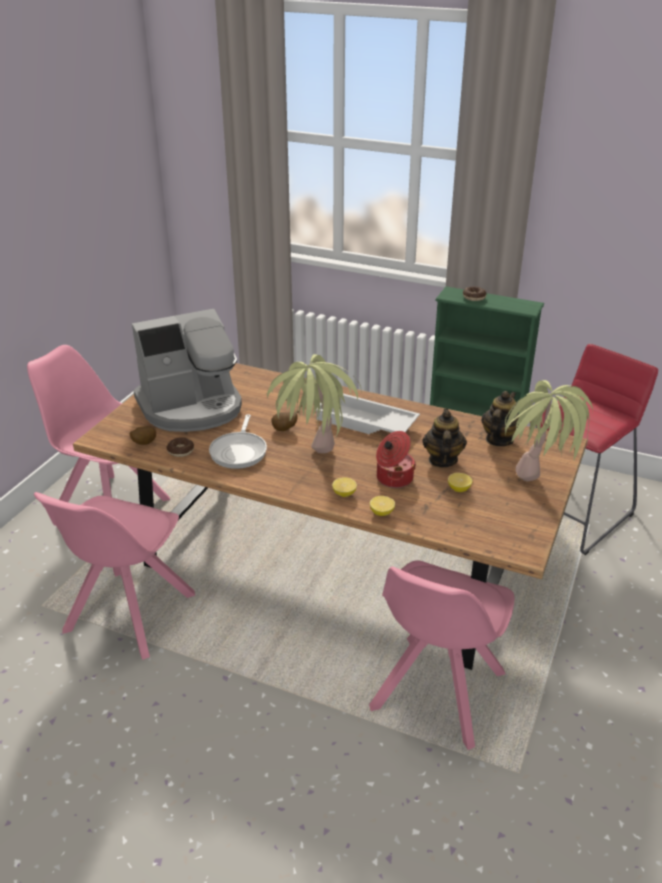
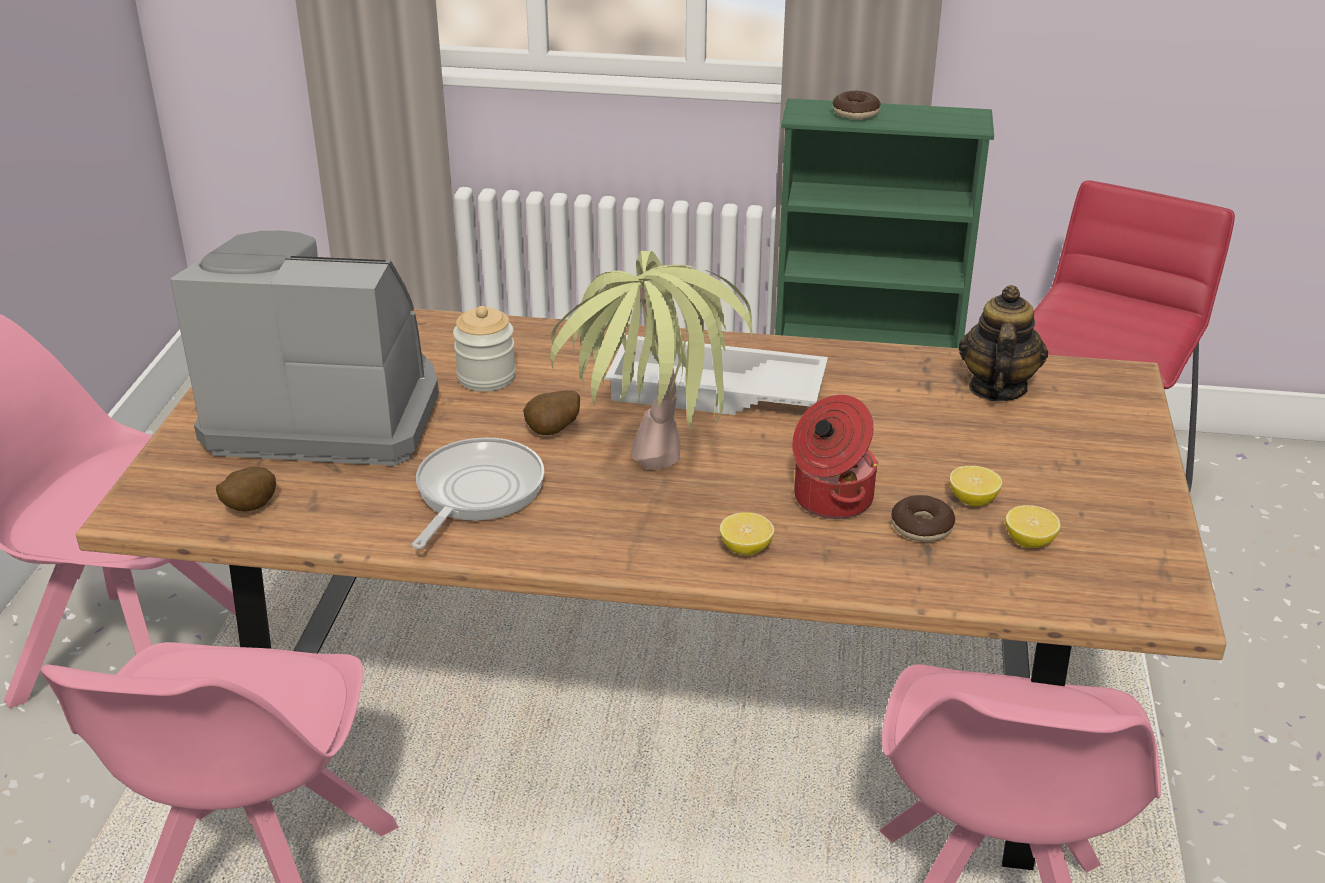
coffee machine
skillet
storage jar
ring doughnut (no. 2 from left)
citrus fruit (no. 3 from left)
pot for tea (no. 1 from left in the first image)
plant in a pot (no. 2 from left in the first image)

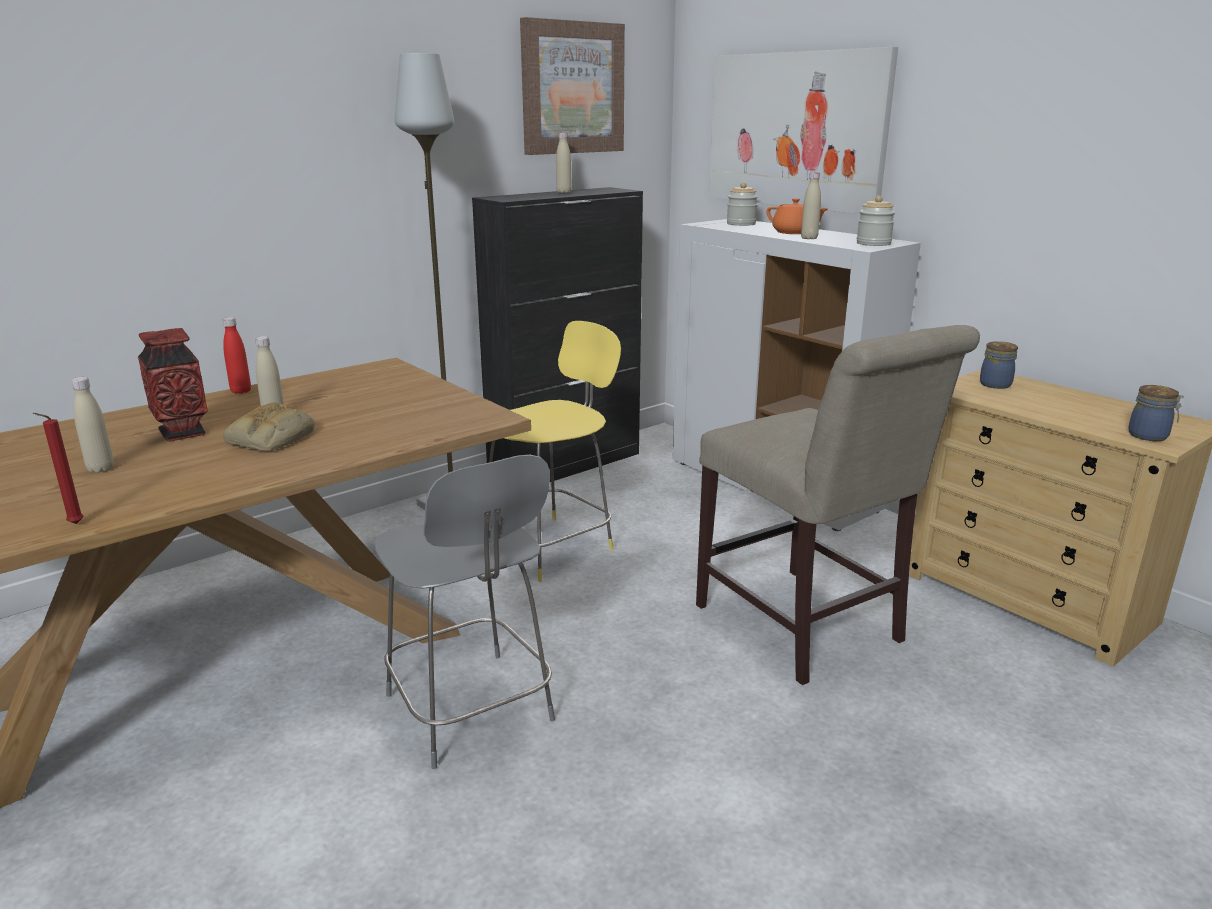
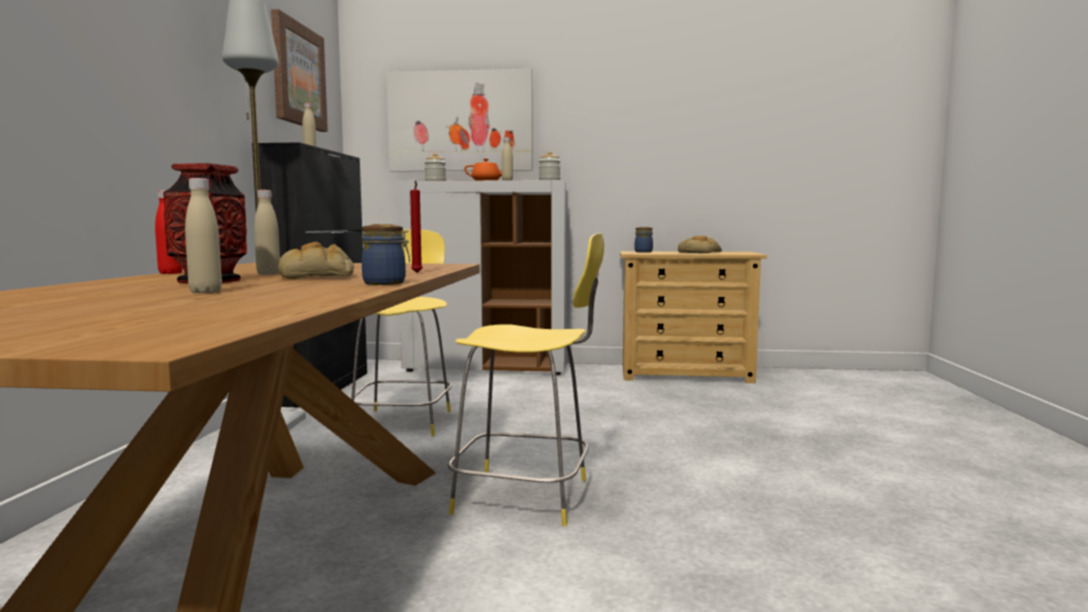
storage jar (no. 1 from left)
red candle
yellow-coloured stool seat (no. 2 from left)
baked bread (no. 2 from left)
beige-coloured plain chair

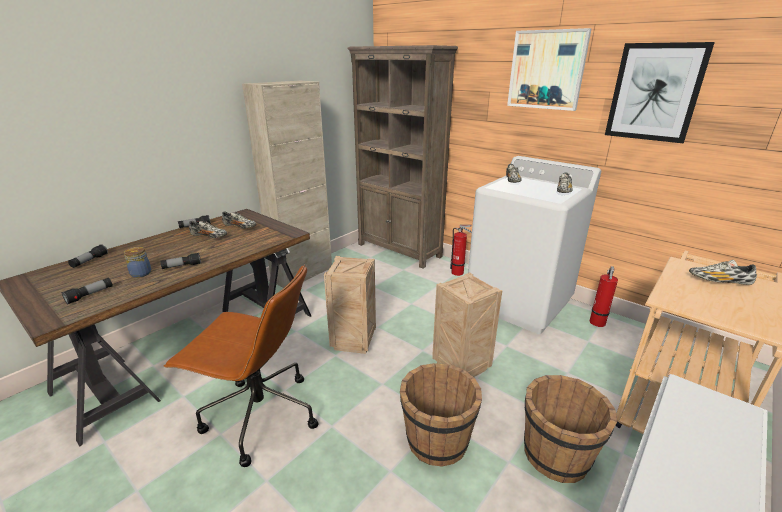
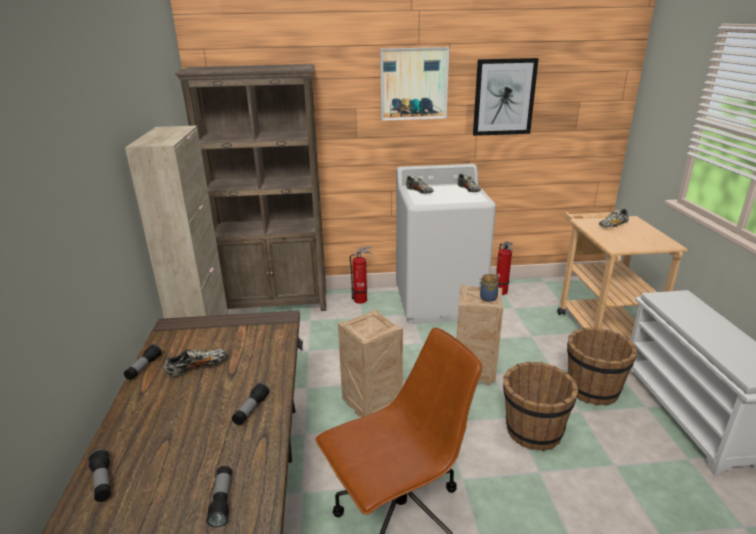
storage jar
item of footwear (no. 2 from left in the first image)

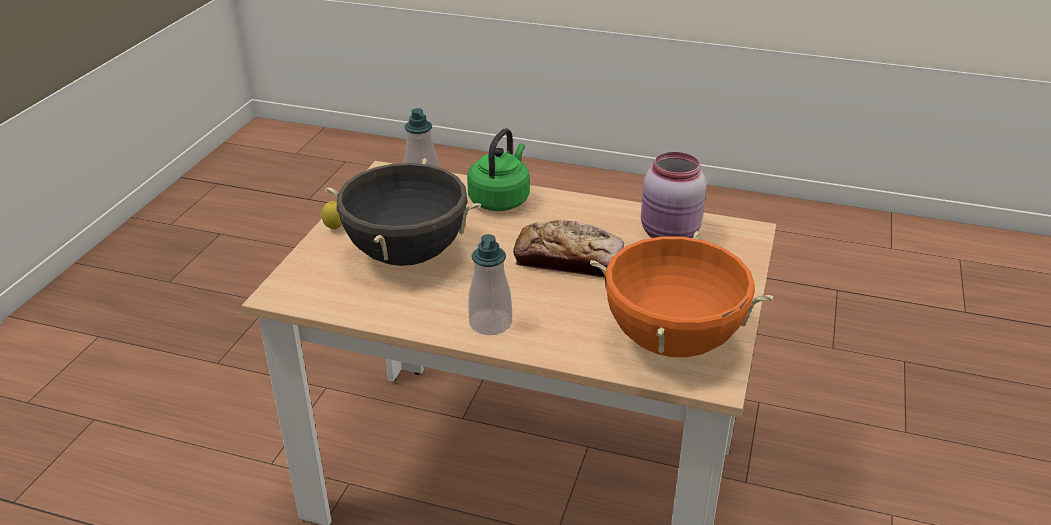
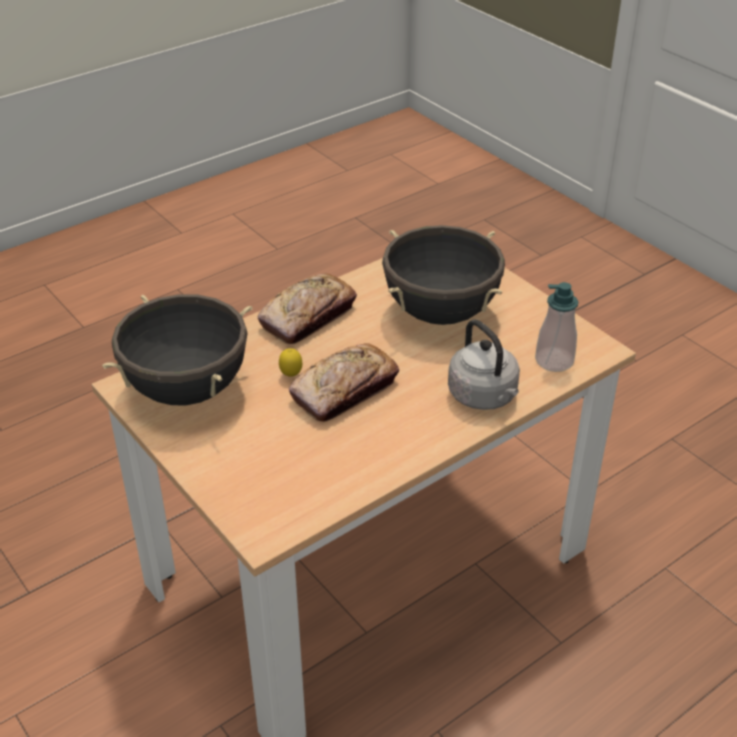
blackish stockpot (no. 1 from left)
baked bread (no. 1 from left)
citrus fruit
greyish kettle
pinkish storage jar

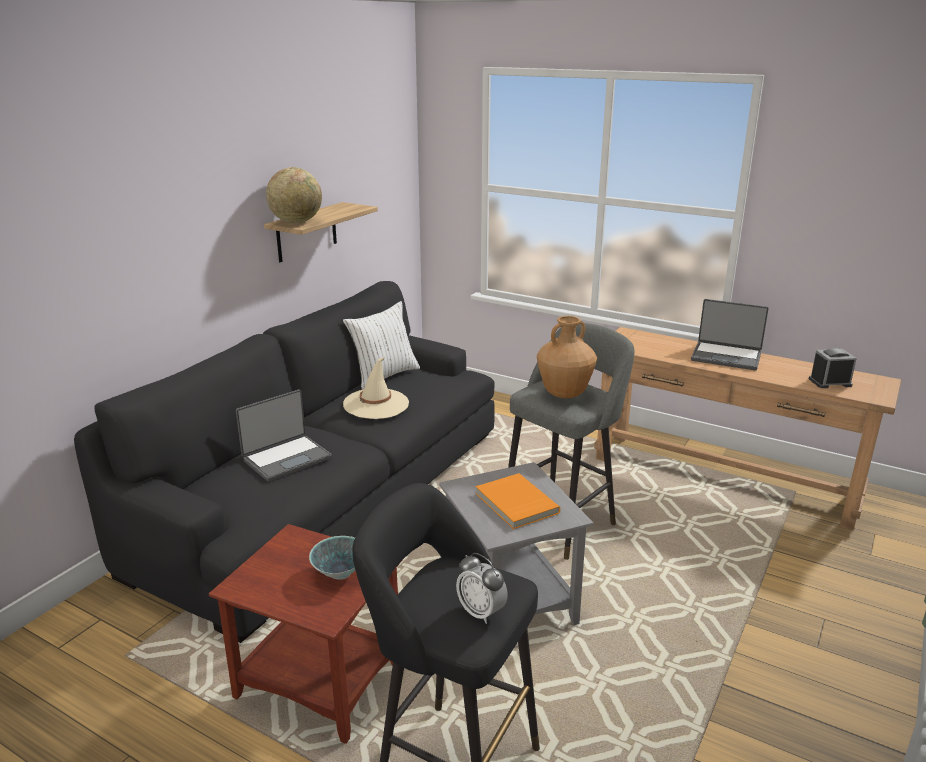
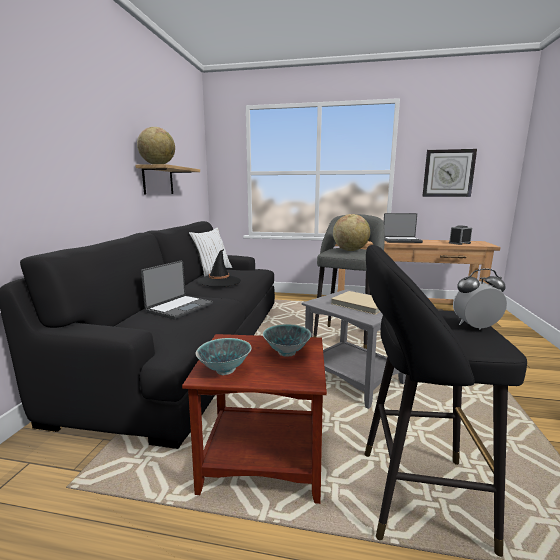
serving bowl (no. 1 from left)
blackish wearable hat
beige-coloured bound book
globe (no. 2 from left)
hanging clock
bedside clock (no. 2 from left)

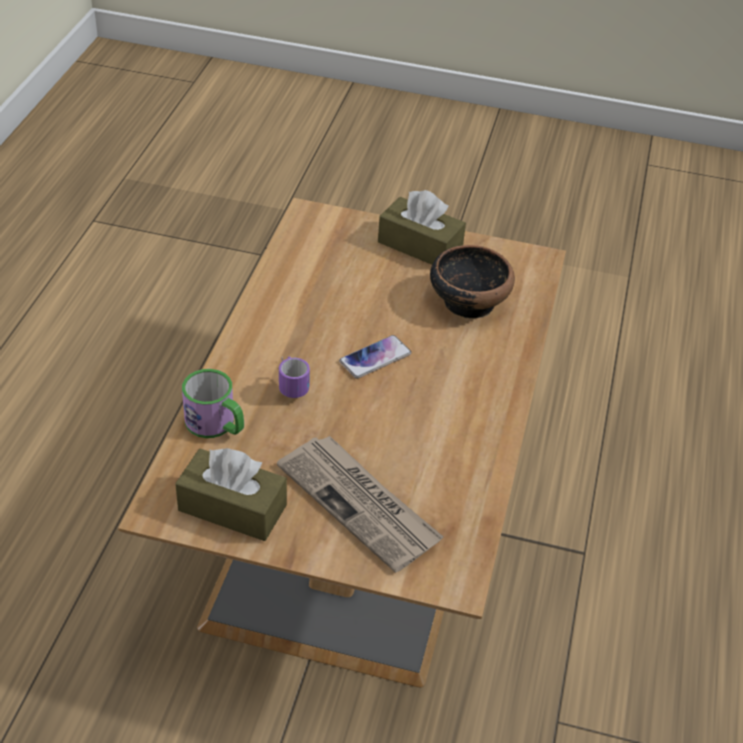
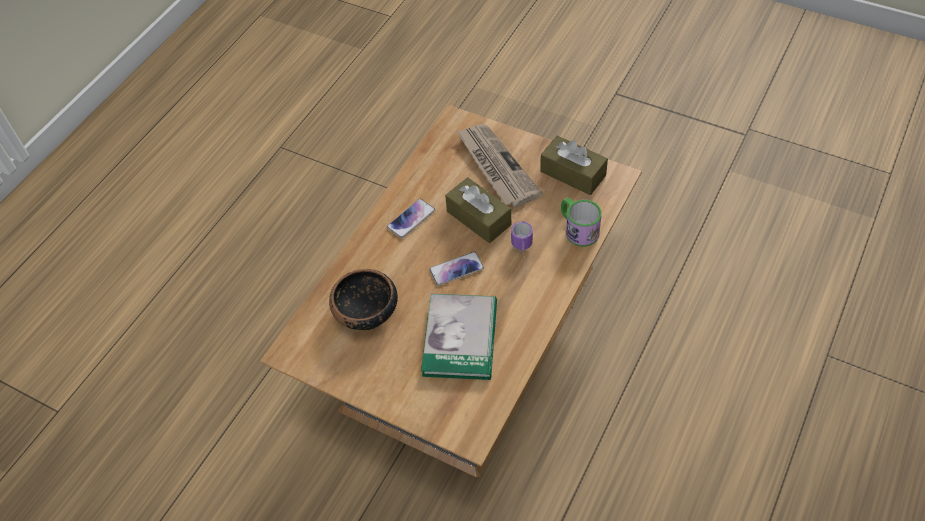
phone (no. 1 from left)
bound book
brownish tissue box (no. 1 from left)

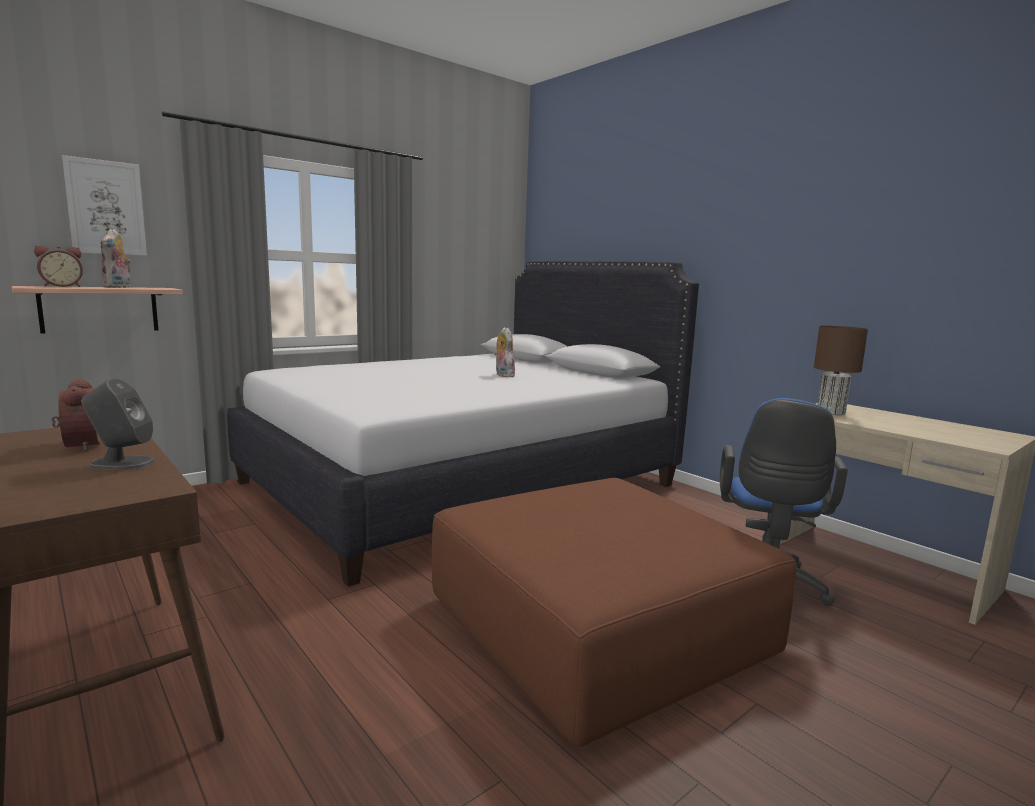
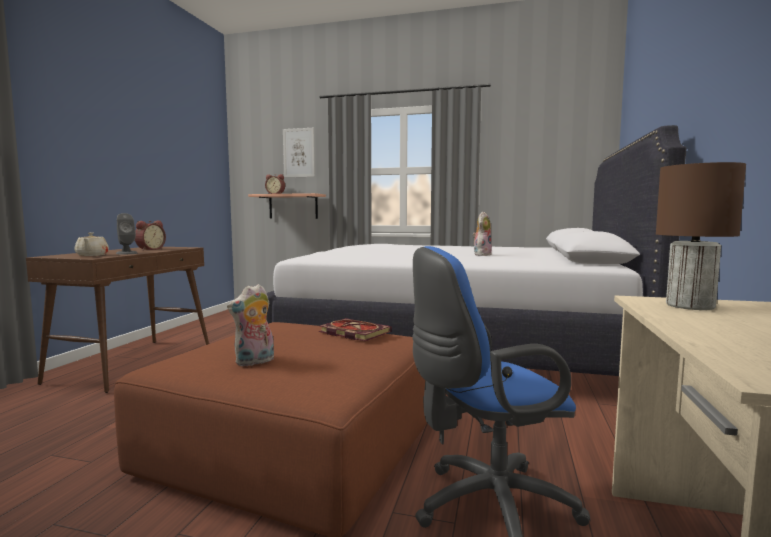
beige-coloured pot for tea
plush toy (no. 1 from left)
bound book

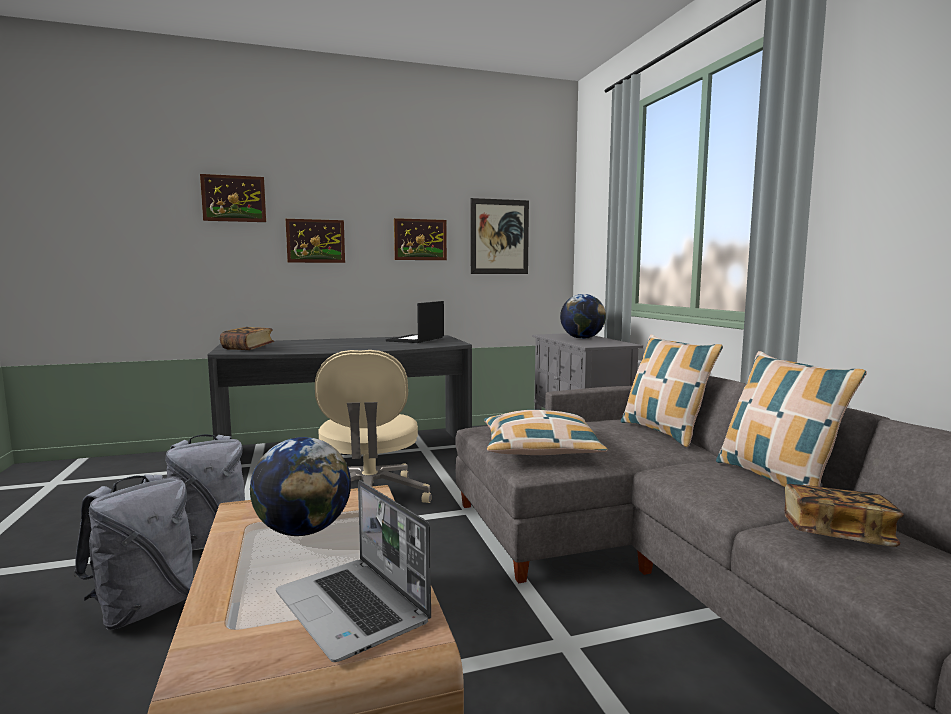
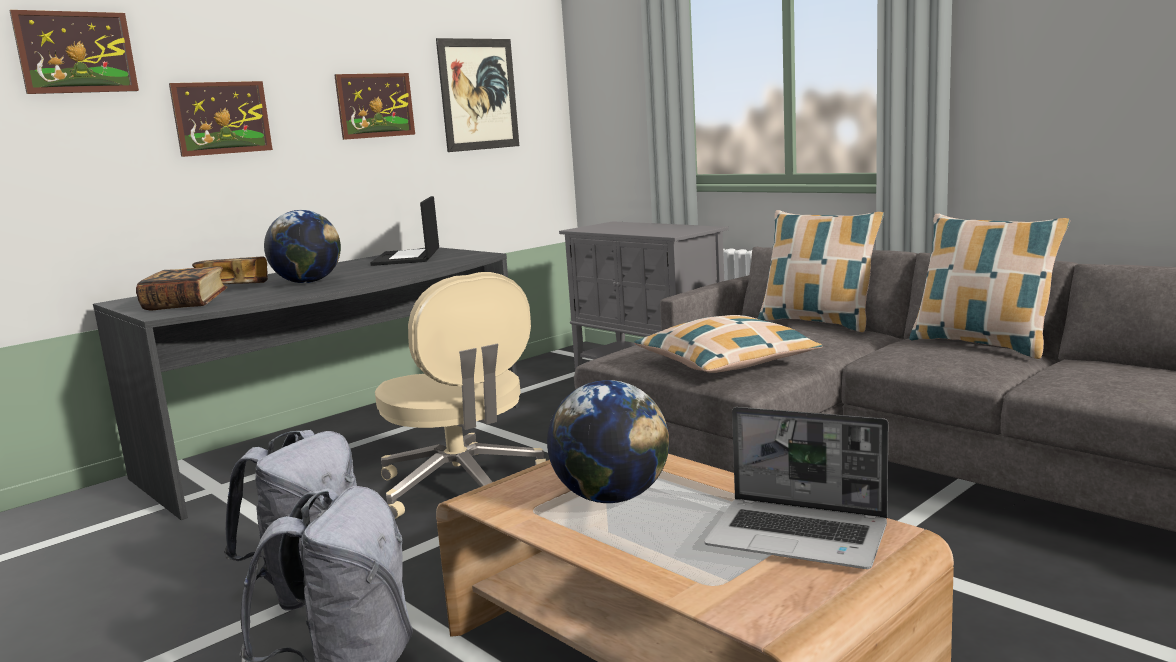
bound book (no. 2 from left)
globe (no. 1 from left)

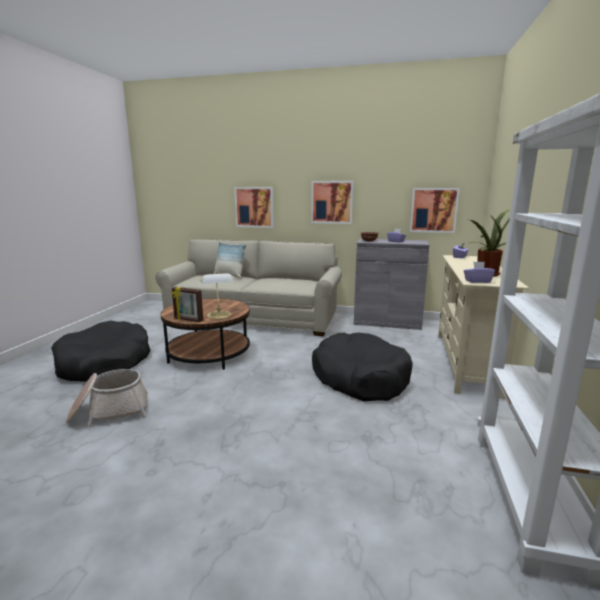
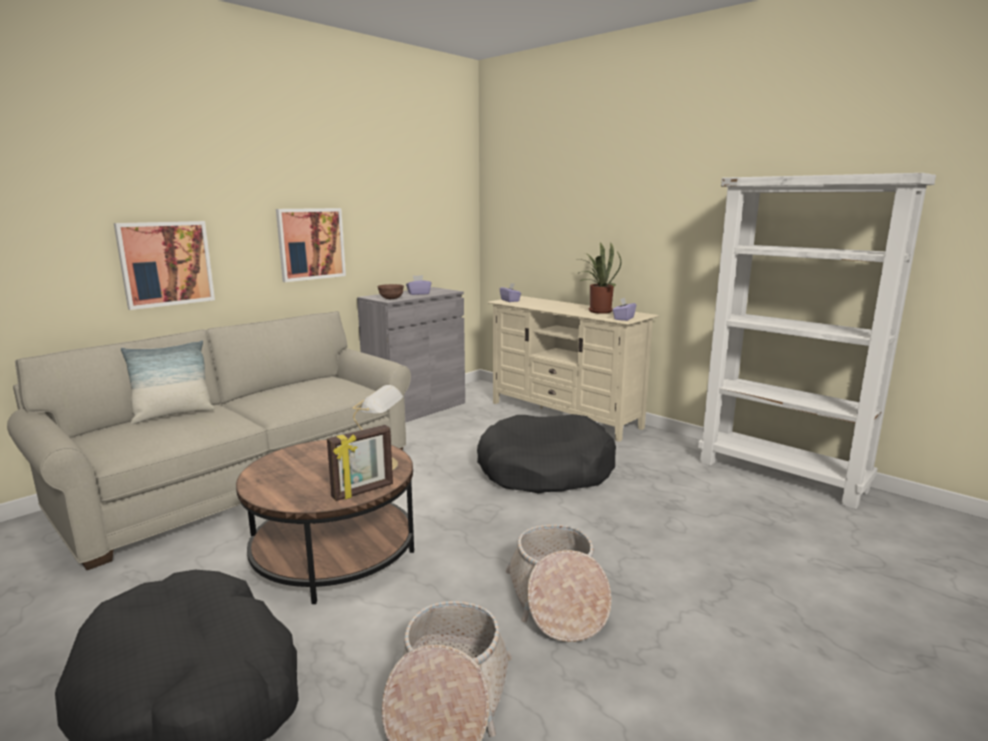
household basket (no. 2 from left)
picture (no. 3 from left in the first image)

